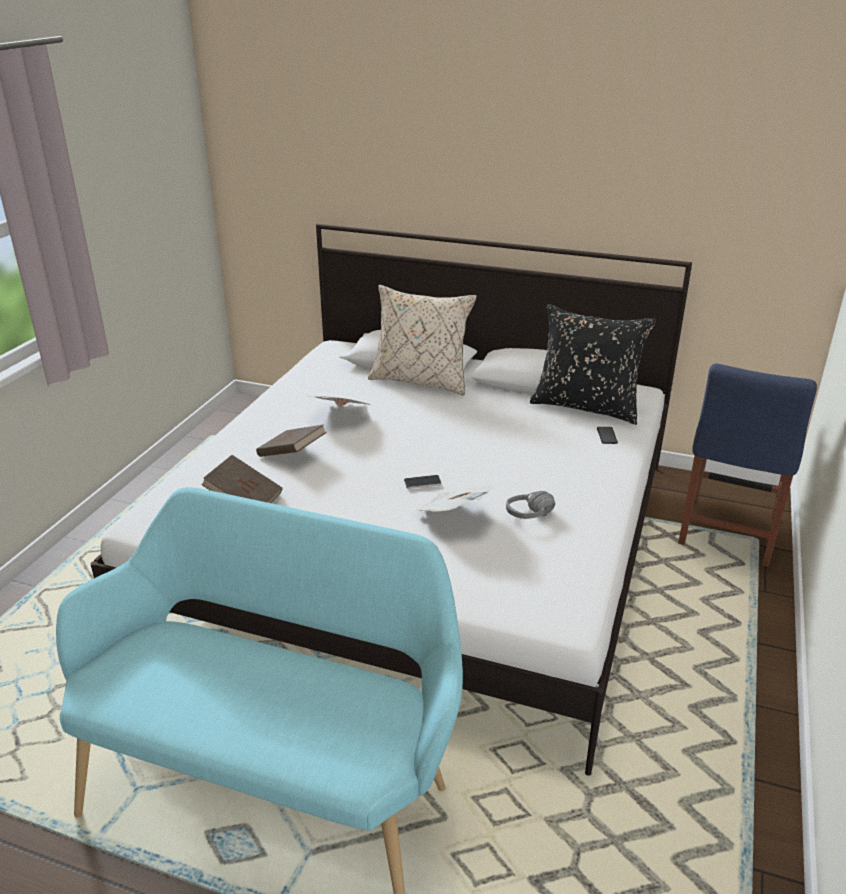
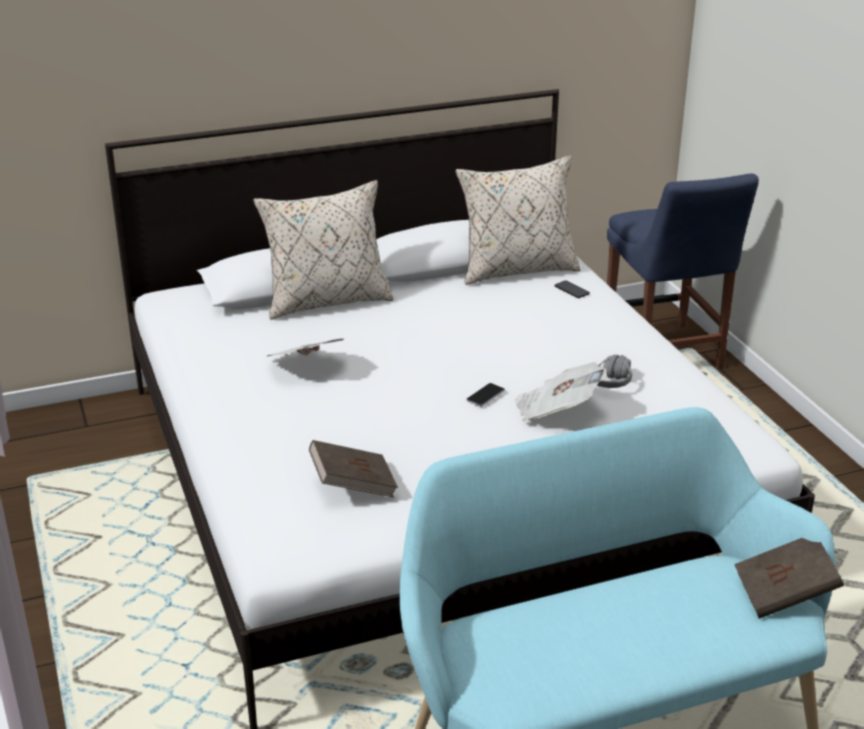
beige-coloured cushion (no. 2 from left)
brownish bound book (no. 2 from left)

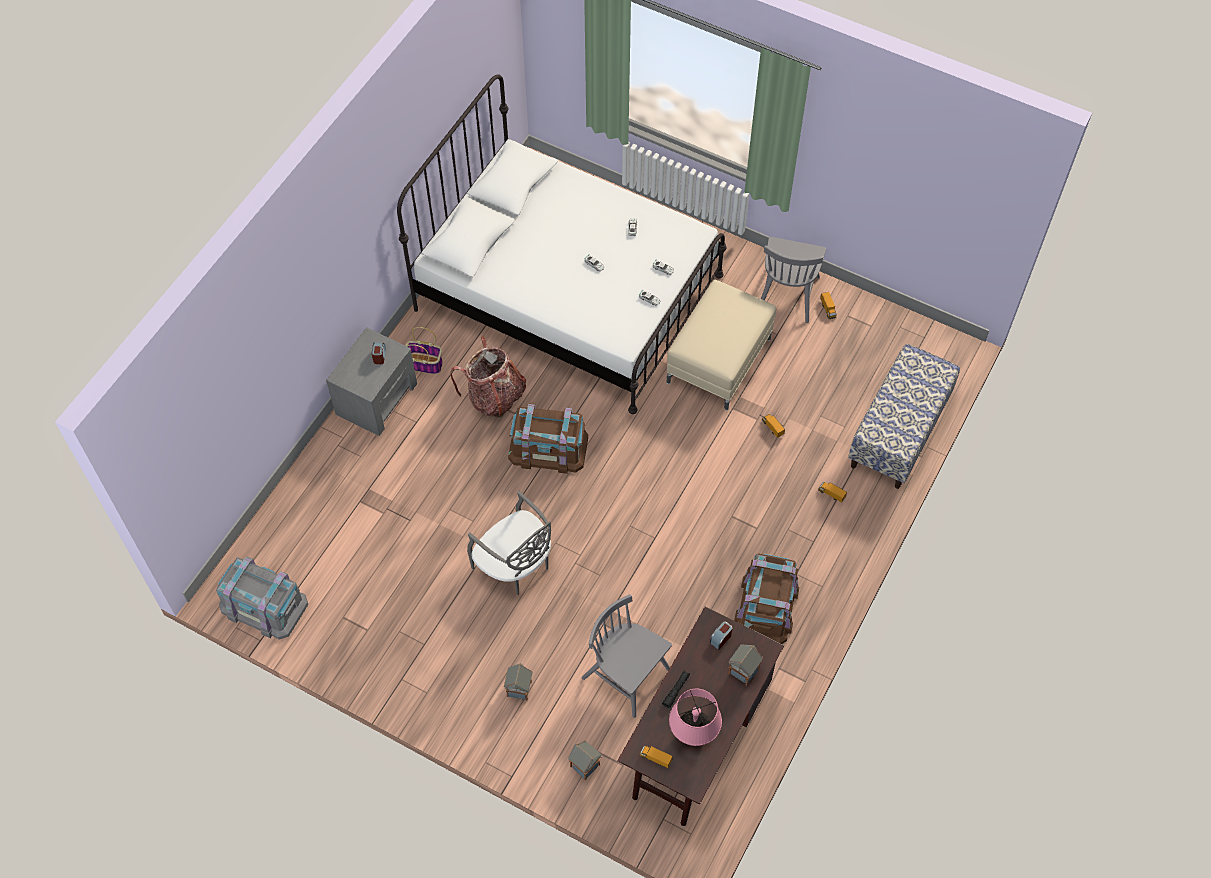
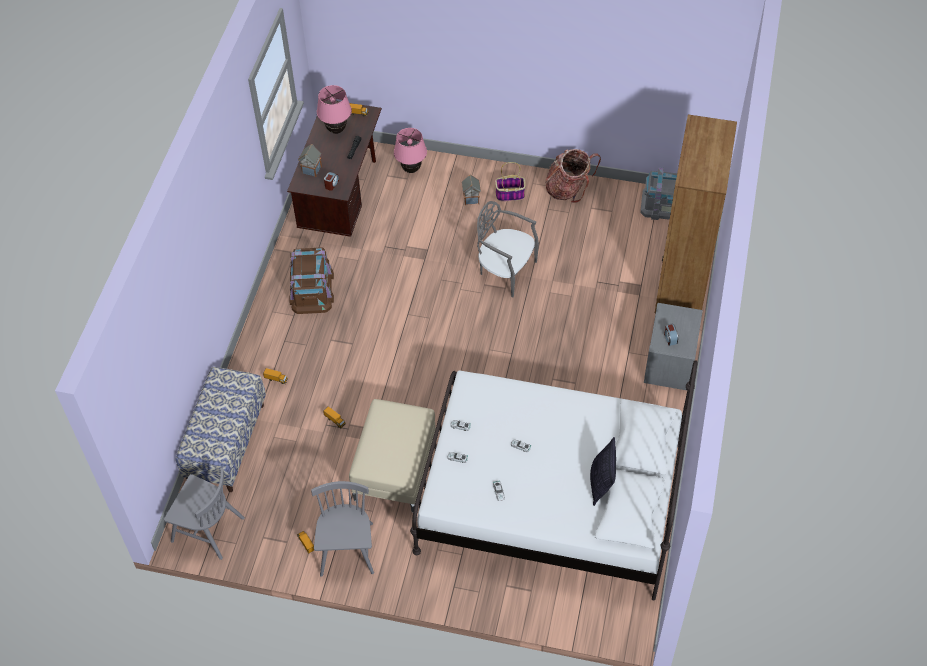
greyish plain chair (no. 1 from left)
pinkish lamp for a table (no. 2 from left)
household basket
rucksack
cushion
brownish bookcase
brownish storage bin (no. 1 from left in the first image)

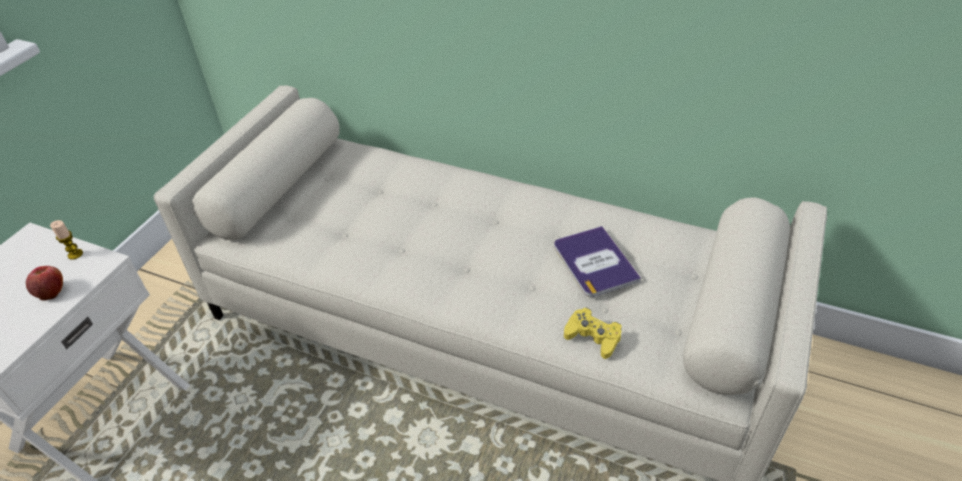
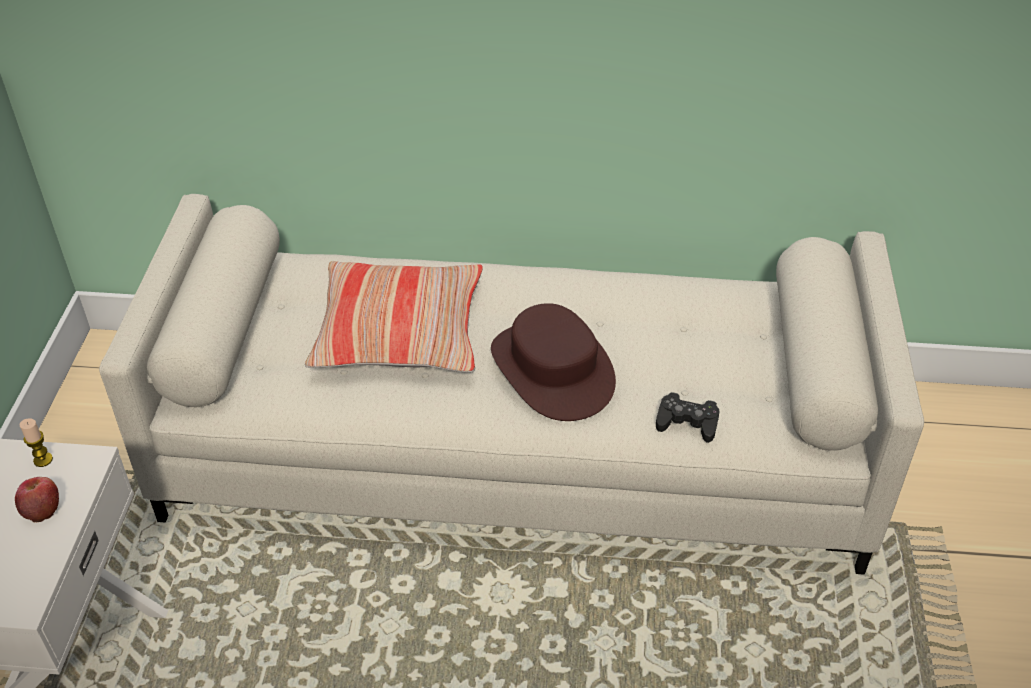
cushion
brownish wearable hat
blackish game controller
bound book

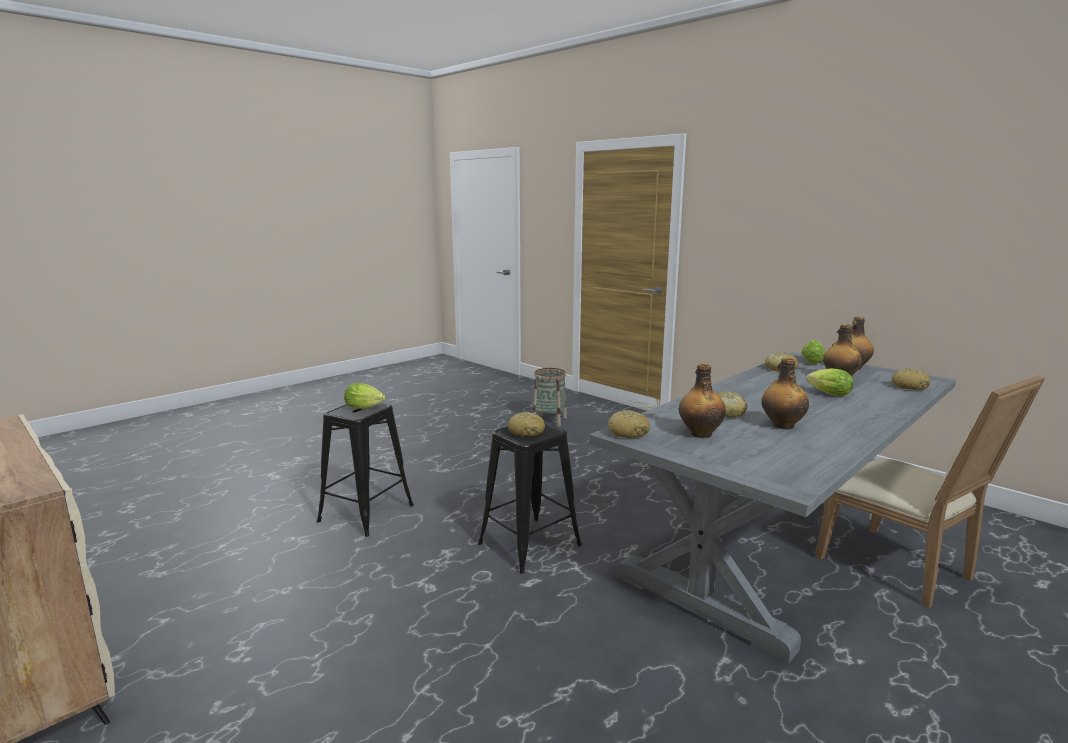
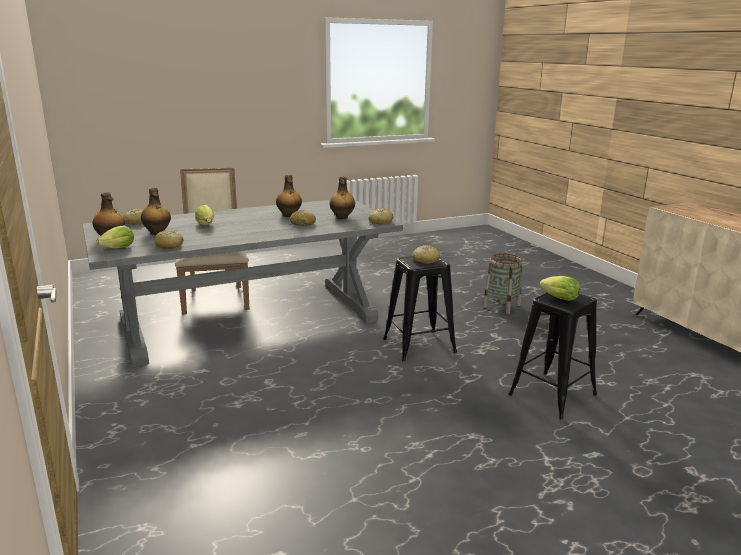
household basket

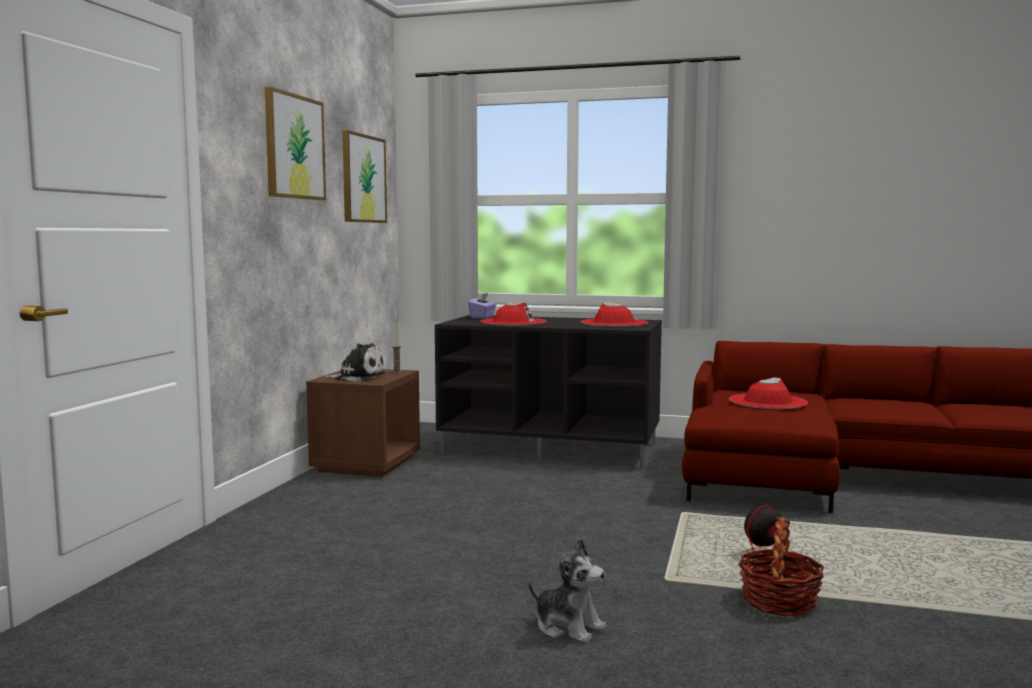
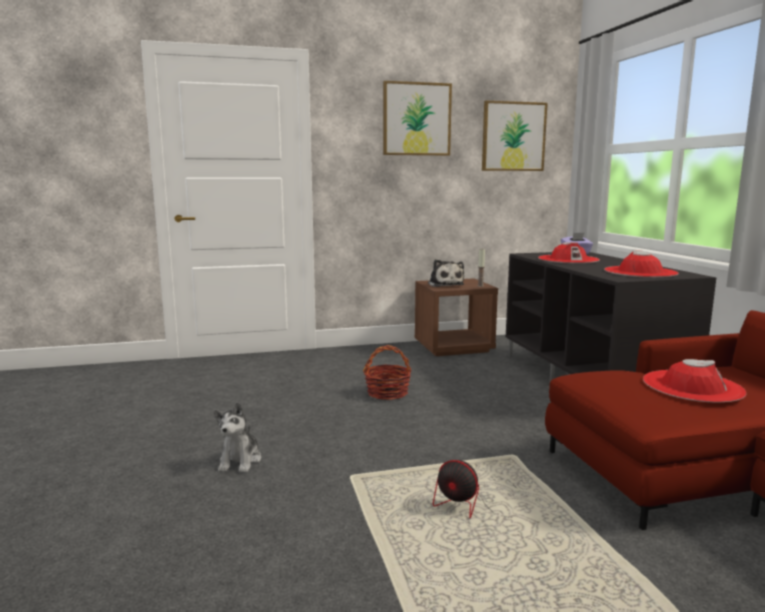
household basket

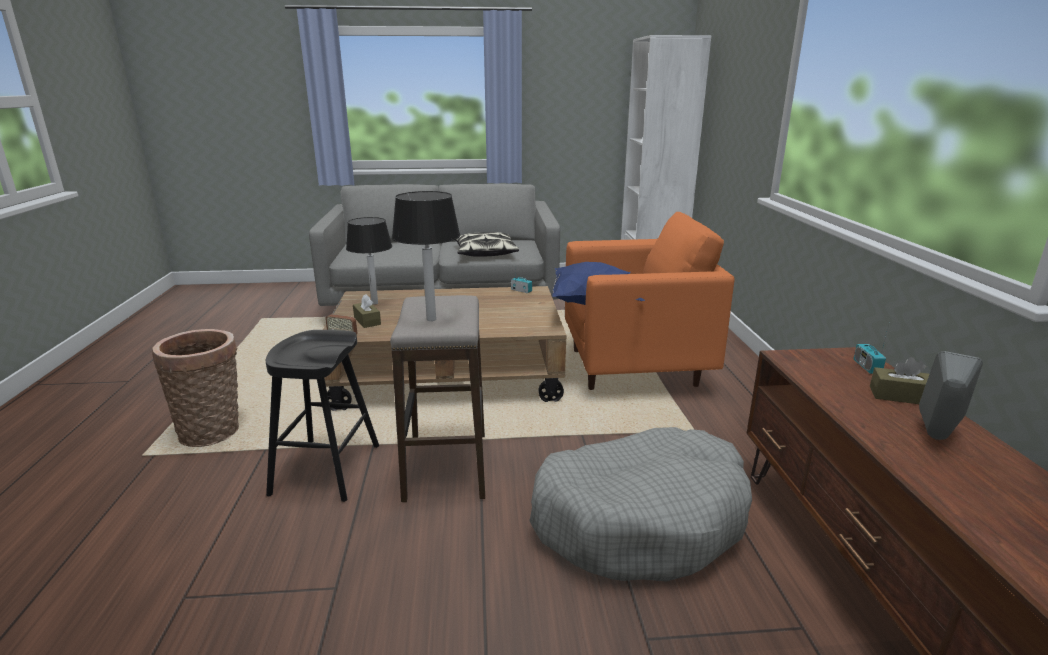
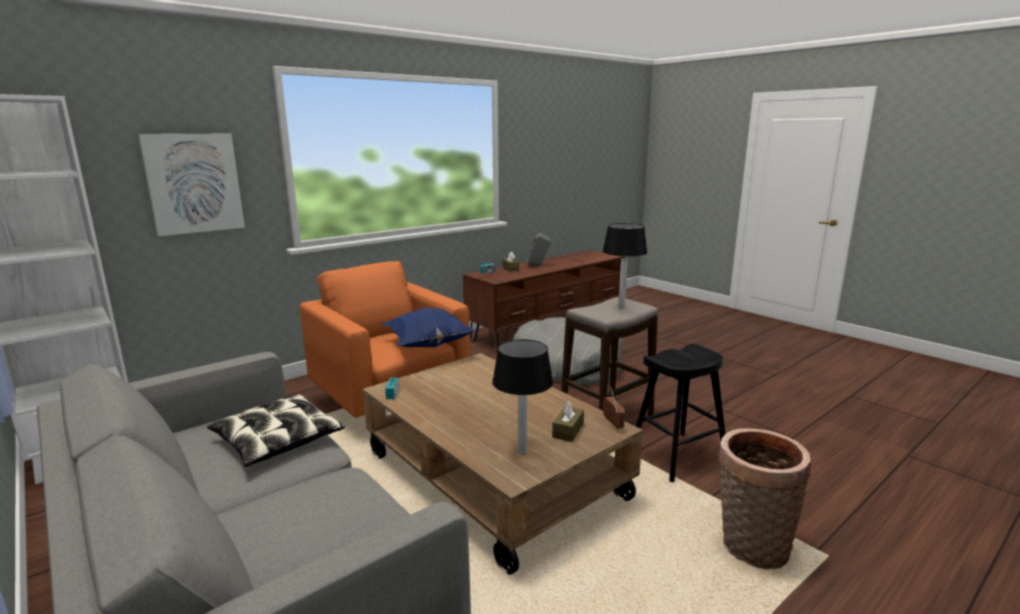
picture

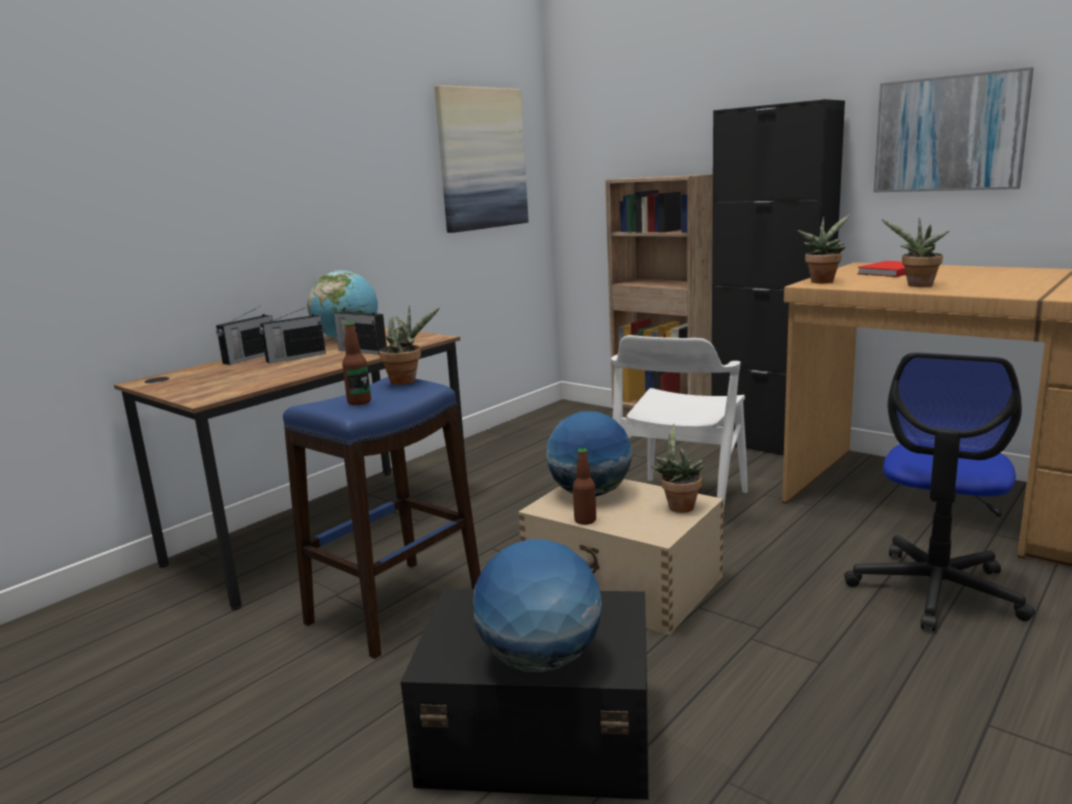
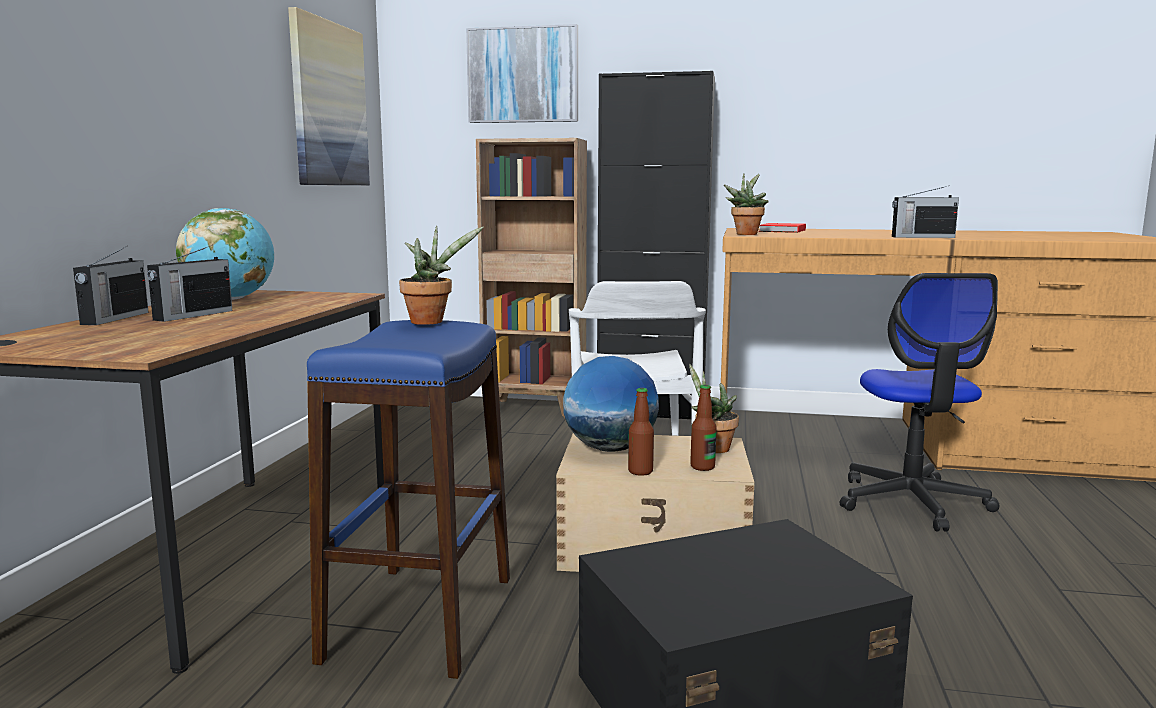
picture (no. 2 from left)
beverage bottle (no. 2 from left)
radio set (no. 3 from left)
globe (no. 2 from left in the first image)
plant in a pot (no. 4 from left in the first image)

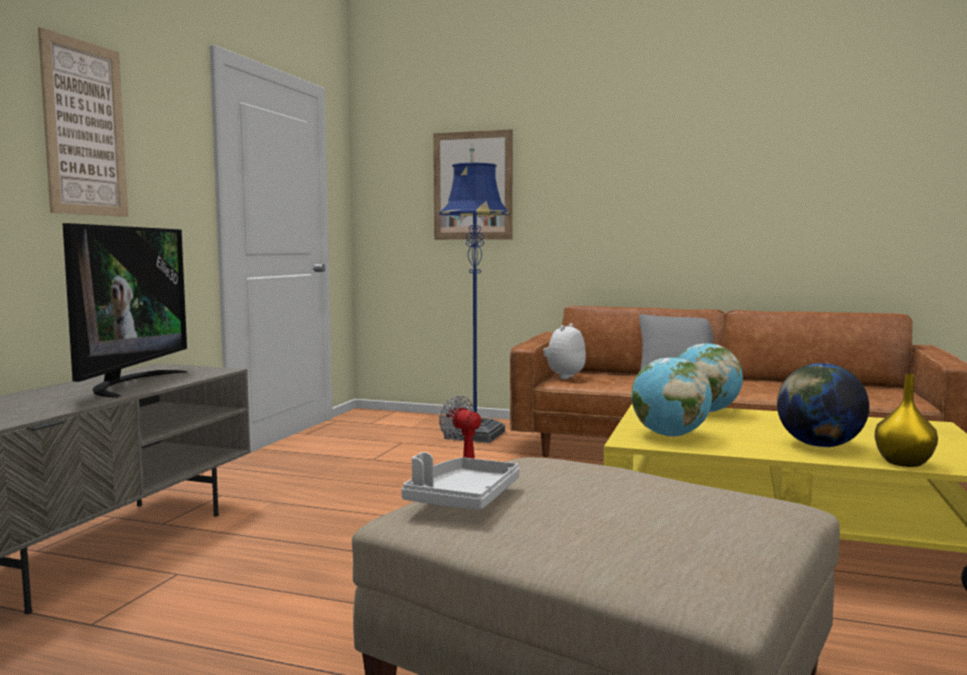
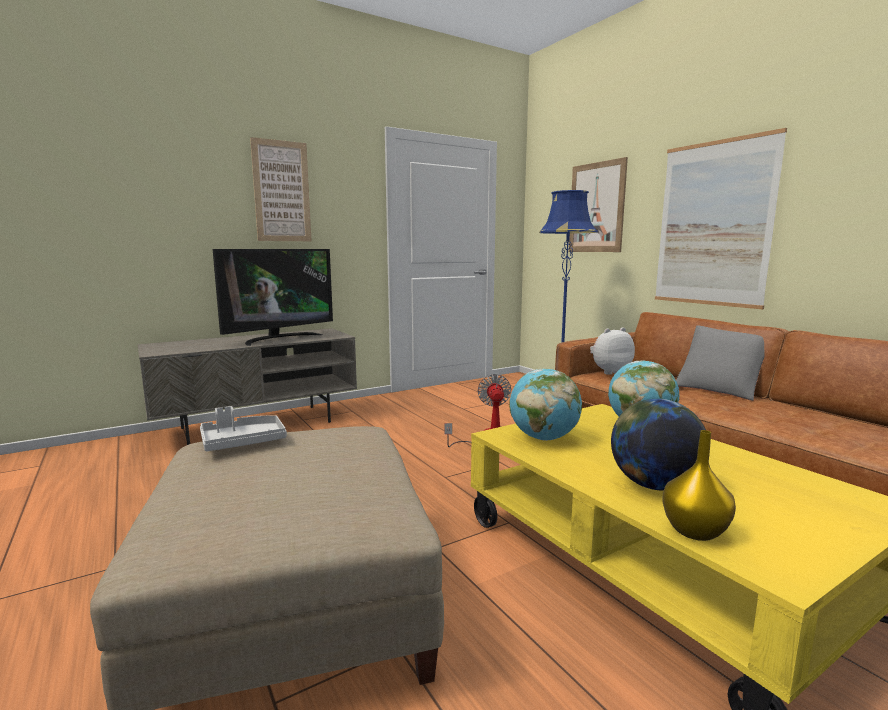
picture (no. 3 from left)

